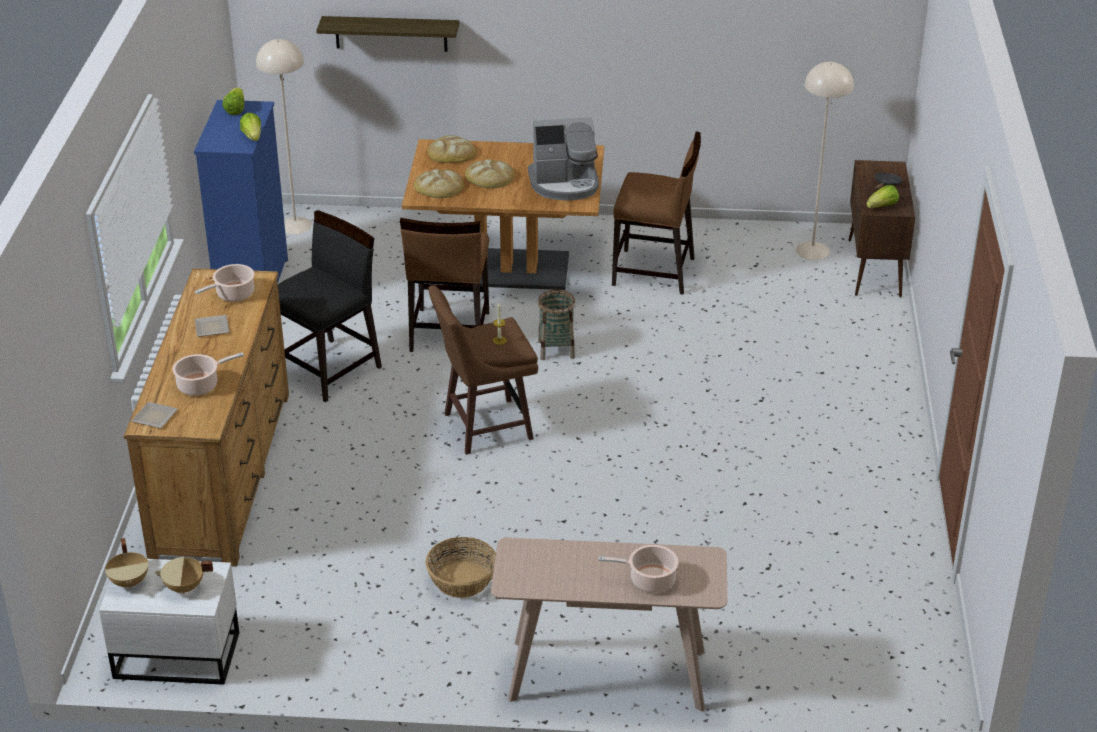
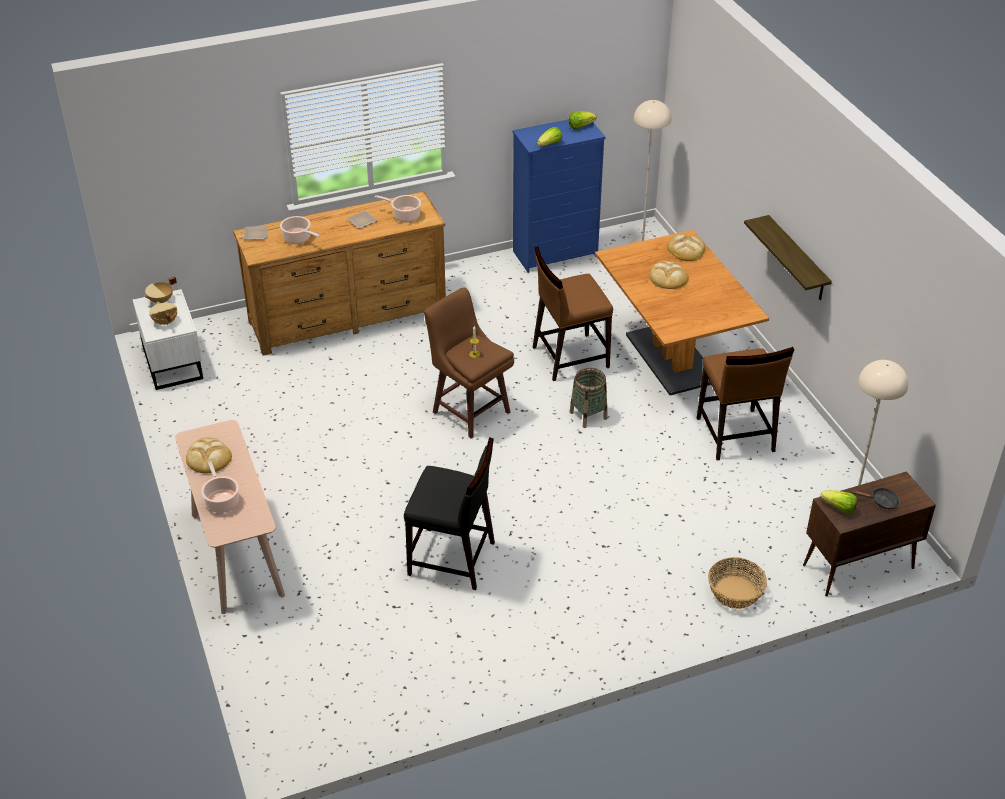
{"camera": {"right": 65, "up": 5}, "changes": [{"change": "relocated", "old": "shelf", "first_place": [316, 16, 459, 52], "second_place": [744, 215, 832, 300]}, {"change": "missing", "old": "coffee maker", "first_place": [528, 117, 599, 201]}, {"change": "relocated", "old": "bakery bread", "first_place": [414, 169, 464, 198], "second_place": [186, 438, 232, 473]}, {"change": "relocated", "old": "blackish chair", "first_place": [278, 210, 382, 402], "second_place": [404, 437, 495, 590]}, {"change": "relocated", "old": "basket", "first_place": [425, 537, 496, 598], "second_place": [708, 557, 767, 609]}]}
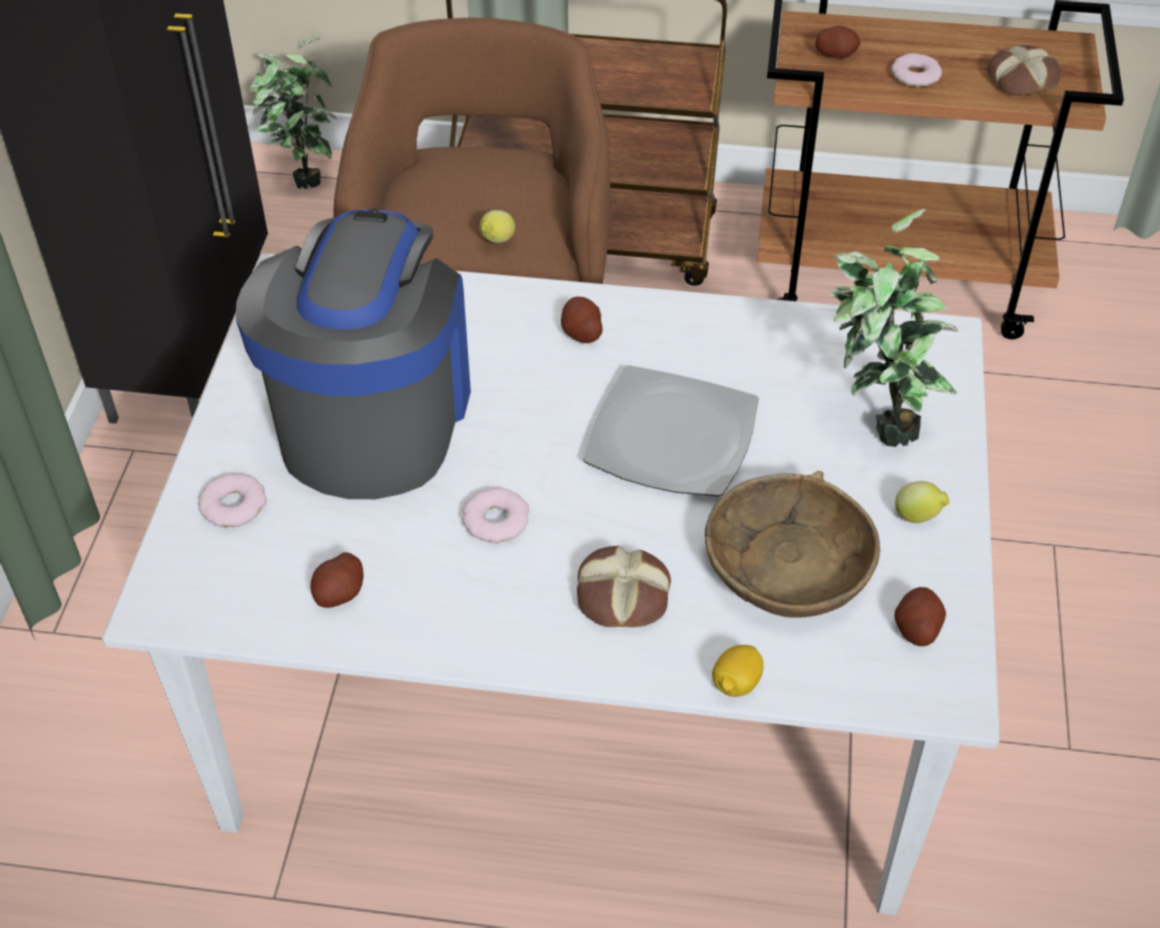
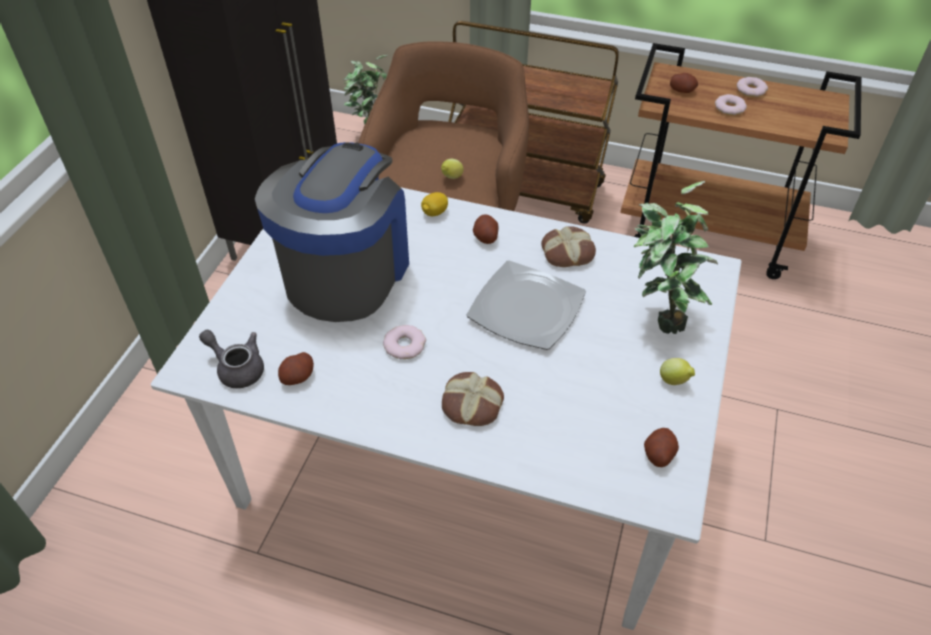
{"camera": {"right": 10, "up": 0}, "changes": [{"change": "relocated", "old": "bakery bread", "first_place": [987, 45, 1061, 95], "second_place": [541, 226, 596, 267]}, {"change": "missing", "old": "brown-coloured bowl", "first_place": [705, 471, 880, 617]}, {"change": "relocated", "old": "ring doughnut", "first_place": [198, 474, 267, 527], "second_place": [737, 77, 768, 97]}, {"change": "relocated", "old": "whole lemon", "first_place": [712, 645, 763, 697], "second_place": [421, 192, 448, 216]}, {"change": "appeared", "new": "greyish tea pot", "second_place": [199, 330, 264, 388]}]}
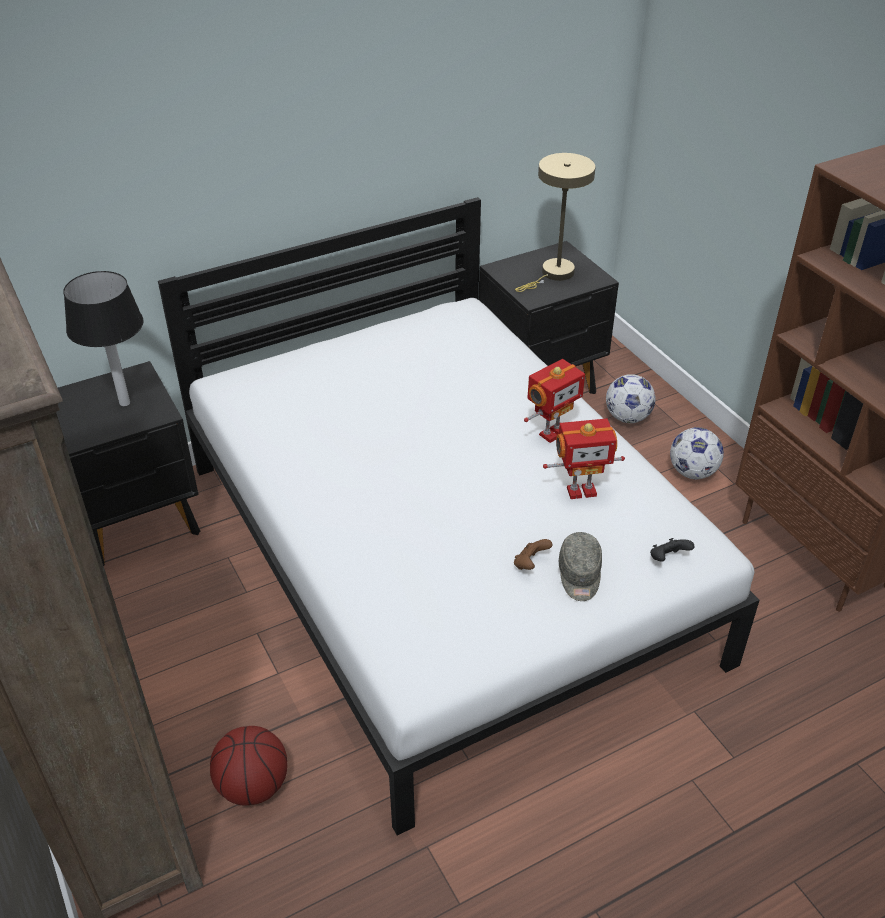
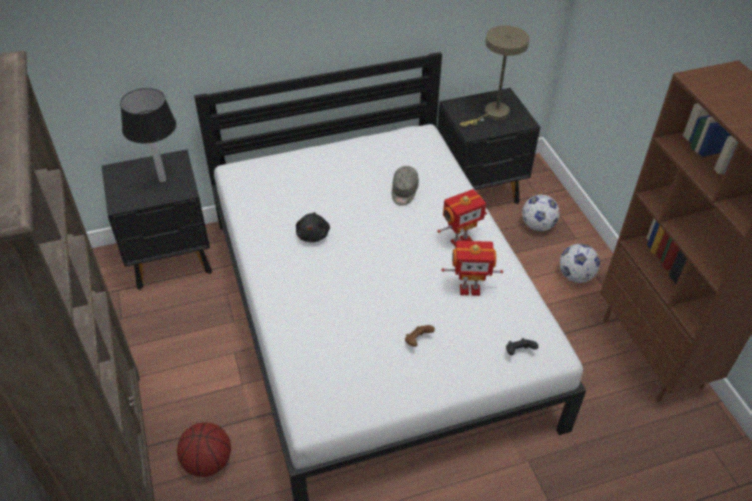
{"camera": {"right": 10, "up": 5}, "changes": [{"change": "relocated", "old": "greyish peaked cap", "first_place": [559, 532, 602, 601], "second_place": [392, 166, 419, 206]}, {"change": "appeared", "new": "blackish soft toy", "second_place": [296, 212, 330, 242]}]}
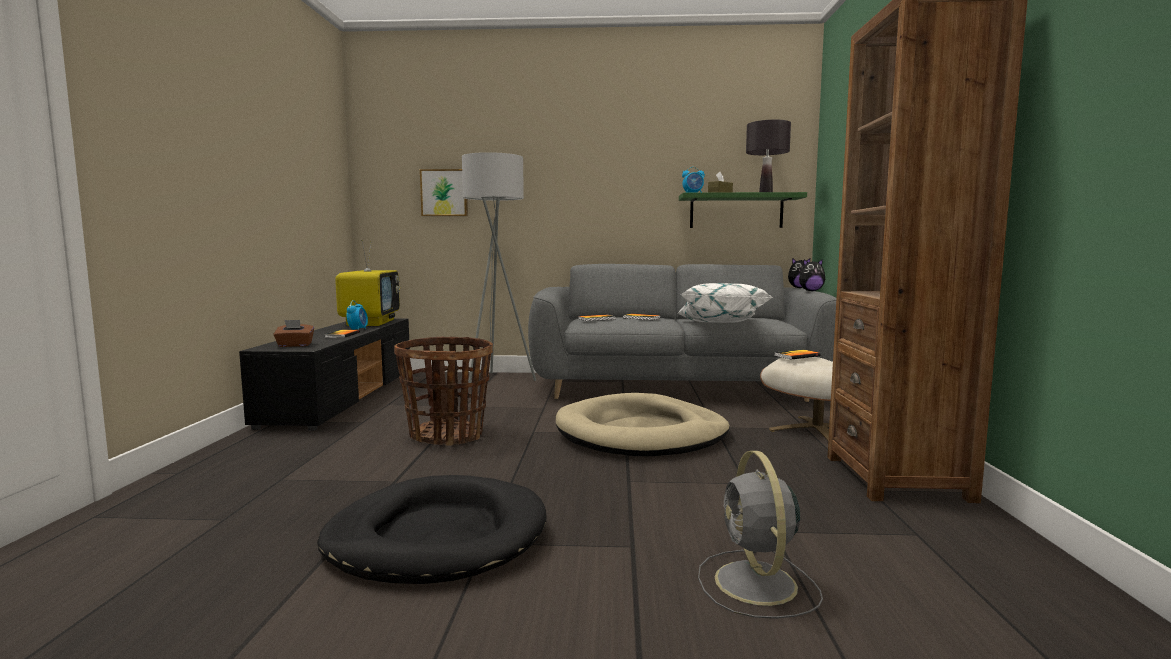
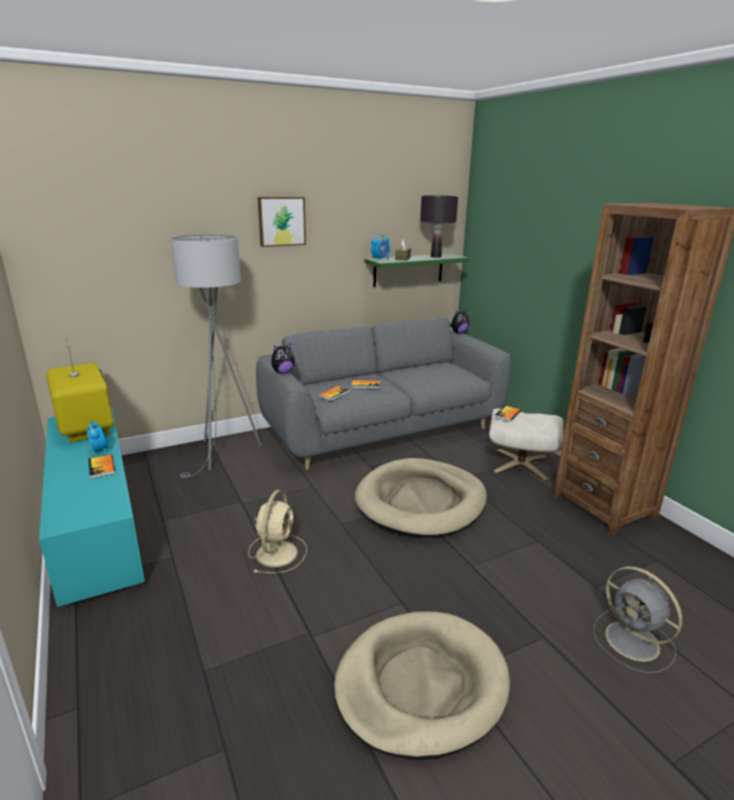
{"camera": {"right": -30, "up": 15}, "changes": [{"change": "relocated", "old": "wall art", "first_place": [420, 169, 468, 216], "second_place": [258, 197, 306, 247]}, {"change": "relocated", "old": "soft toy", "first_place": [799, 259, 825, 291], "second_place": [271, 343, 295, 374]}, {"change": "missing", "old": "whitish cushion", "first_place": [678, 283, 773, 323]}, {"change": "colour", "old": "blackish tv unit", "new": "blue-green tv unit", "first_place": [239, 319, 410, 431], "second_place": [39, 408, 145, 608]}, {"change": "missing", "old": "brown-coloured tissue box", "first_place": [273, 320, 314, 347]}, {"change": "exchanged", "old": "basket", "new": "sand-coloured fan", "first_place": [394, 337, 493, 446], "second_place": [248, 490, 307, 573]}, {"change": "colour", "old": "blackish pet bed", "new": "sand-coloured pet bed", "first_place": [317, 475, 546, 584], "second_place": [334, 611, 510, 760]}]}
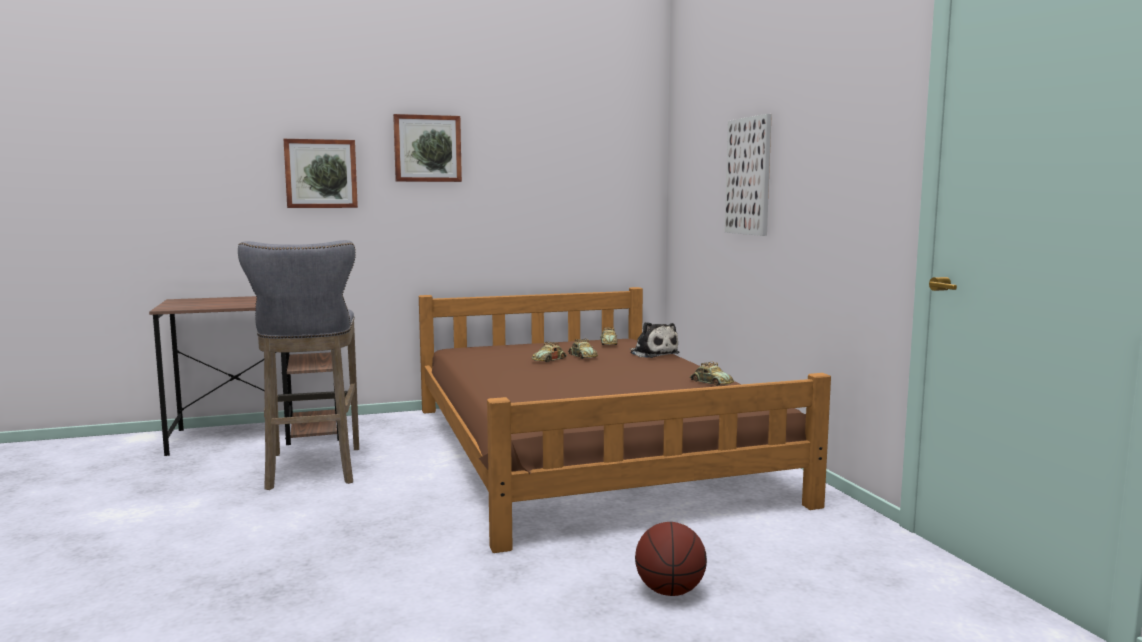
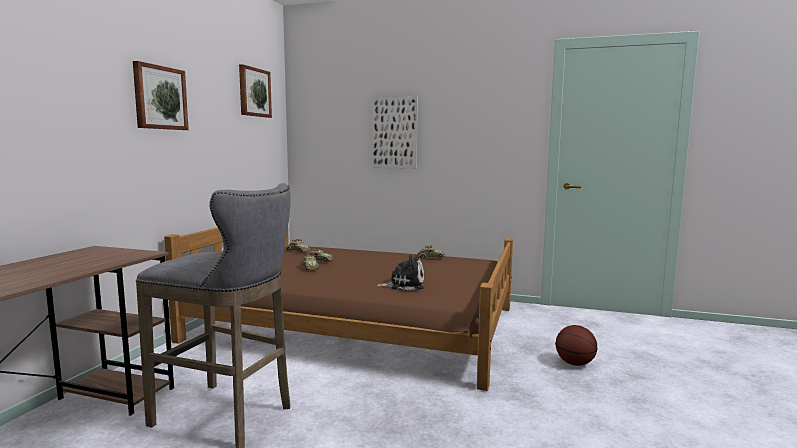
{"camera": {"right": -55, "up": 0}, "changes": [{"change": "relocated", "old": "wall art", "first_place": [283, 139, 358, 208], "second_place": [239, 64, 272, 118]}, {"change": "relocated", "old": "soft toy", "first_place": [630, 322, 679, 358], "second_place": [376, 255, 424, 291]}]}
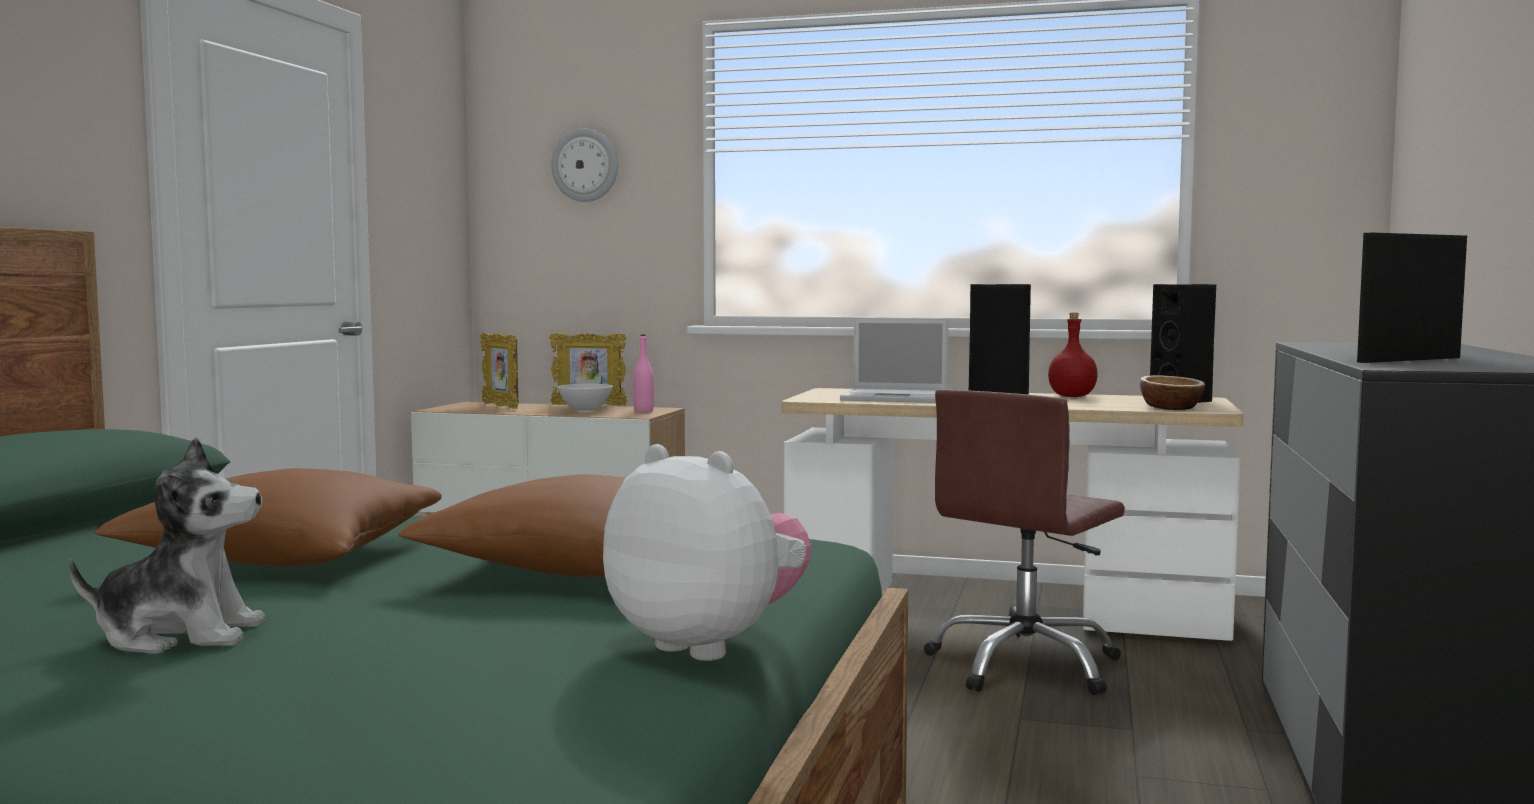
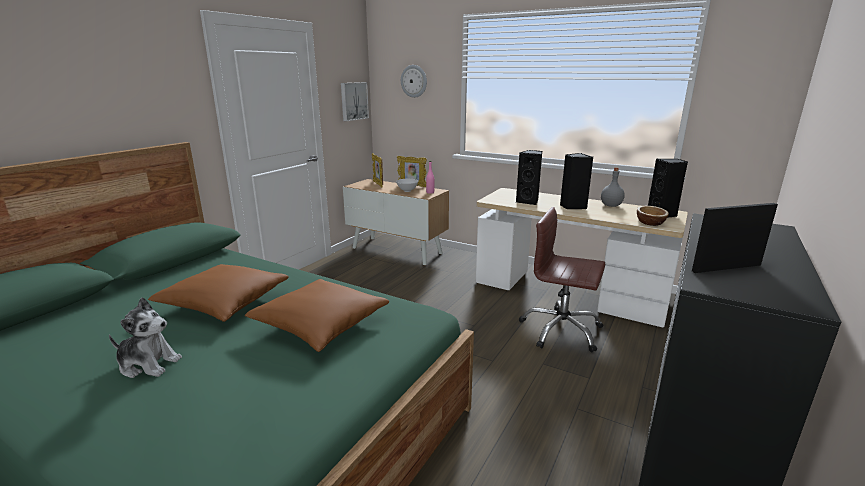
{"camera": {"right": 15, "up": 15}, "changes": [{"change": "colour", "old": "red drink bottle", "new": "greyish drink bottle", "first_place": [1048, 313, 1098, 397], "second_place": [601, 167, 625, 207]}, {"change": "exchanged", "old": "laptop", "new": "blackish audio speaker", "first_place": [840, 317, 949, 403], "second_place": [516, 150, 542, 205]}, {"change": "spun", "old": "brown-coloured computer chair", "first_place": [924, 390, 1125, 695], "second_place": [519, 207, 605, 352], "degrees": 60}, {"change": "missing", "old": "soft toy", "first_place": [603, 444, 812, 661]}, {"change": "appeared", "new": "wall art", "second_place": [341, 82, 369, 121]}]}
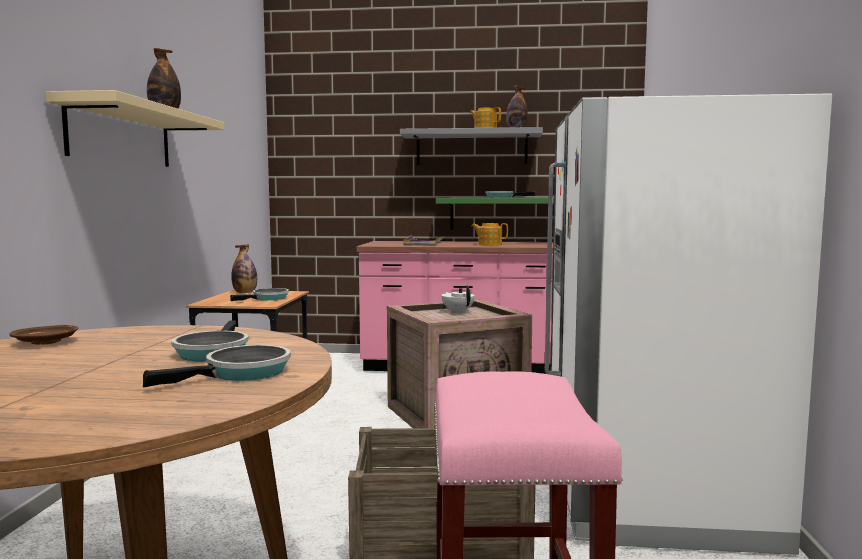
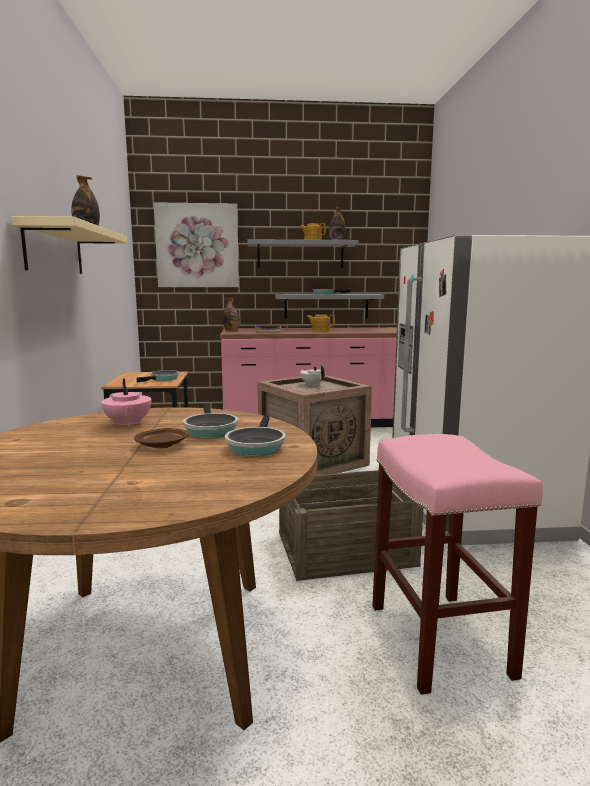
{"camera": {"right": -10, "up": 5}, "changes": [{"change": "colour", "old": "greenish shelf", "new": "greyish shelf", "first_place": [436, 198, 554, 230], "second_place": [275, 294, 384, 319]}, {"change": "relocated", "old": "drink bottle", "first_place": [231, 244, 257, 293], "second_place": [223, 298, 240, 331]}, {"change": "relocated", "old": "brown-coloured dinner plate", "first_place": [10, 325, 78, 345], "second_place": [134, 428, 188, 448]}, {"change": "spun", "old": "pan", "first_place": [143, 345, 291, 387], "second_place": [225, 416, 286, 456], "degrees": 150}, {"change": "appeared", "new": "wall art", "second_place": [154, 202, 239, 287]}, {"change": "appeared", "new": "pinkish tea pot", "second_place": [101, 379, 152, 428]}]}
